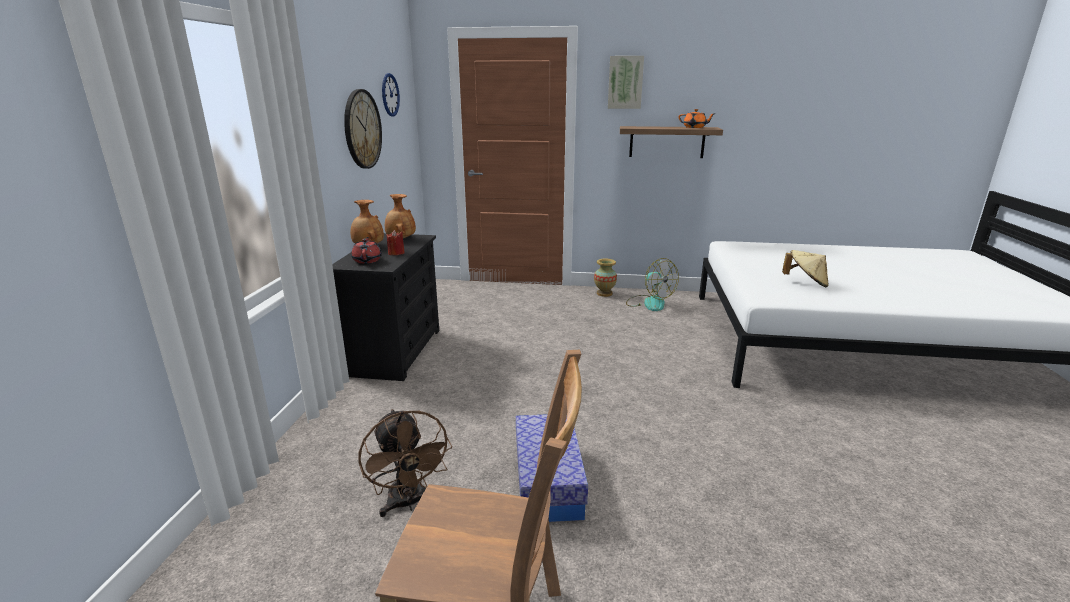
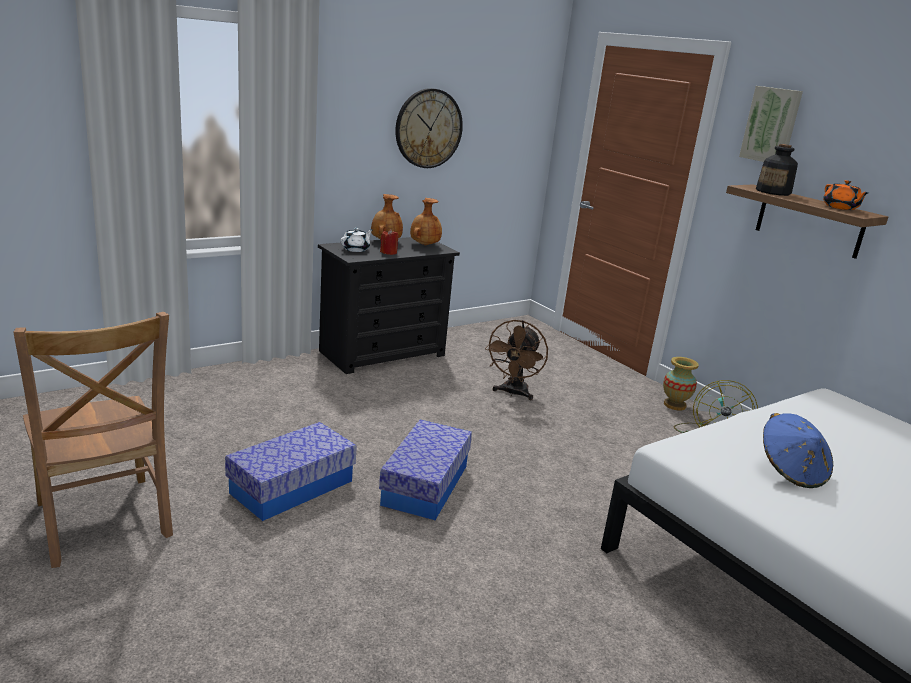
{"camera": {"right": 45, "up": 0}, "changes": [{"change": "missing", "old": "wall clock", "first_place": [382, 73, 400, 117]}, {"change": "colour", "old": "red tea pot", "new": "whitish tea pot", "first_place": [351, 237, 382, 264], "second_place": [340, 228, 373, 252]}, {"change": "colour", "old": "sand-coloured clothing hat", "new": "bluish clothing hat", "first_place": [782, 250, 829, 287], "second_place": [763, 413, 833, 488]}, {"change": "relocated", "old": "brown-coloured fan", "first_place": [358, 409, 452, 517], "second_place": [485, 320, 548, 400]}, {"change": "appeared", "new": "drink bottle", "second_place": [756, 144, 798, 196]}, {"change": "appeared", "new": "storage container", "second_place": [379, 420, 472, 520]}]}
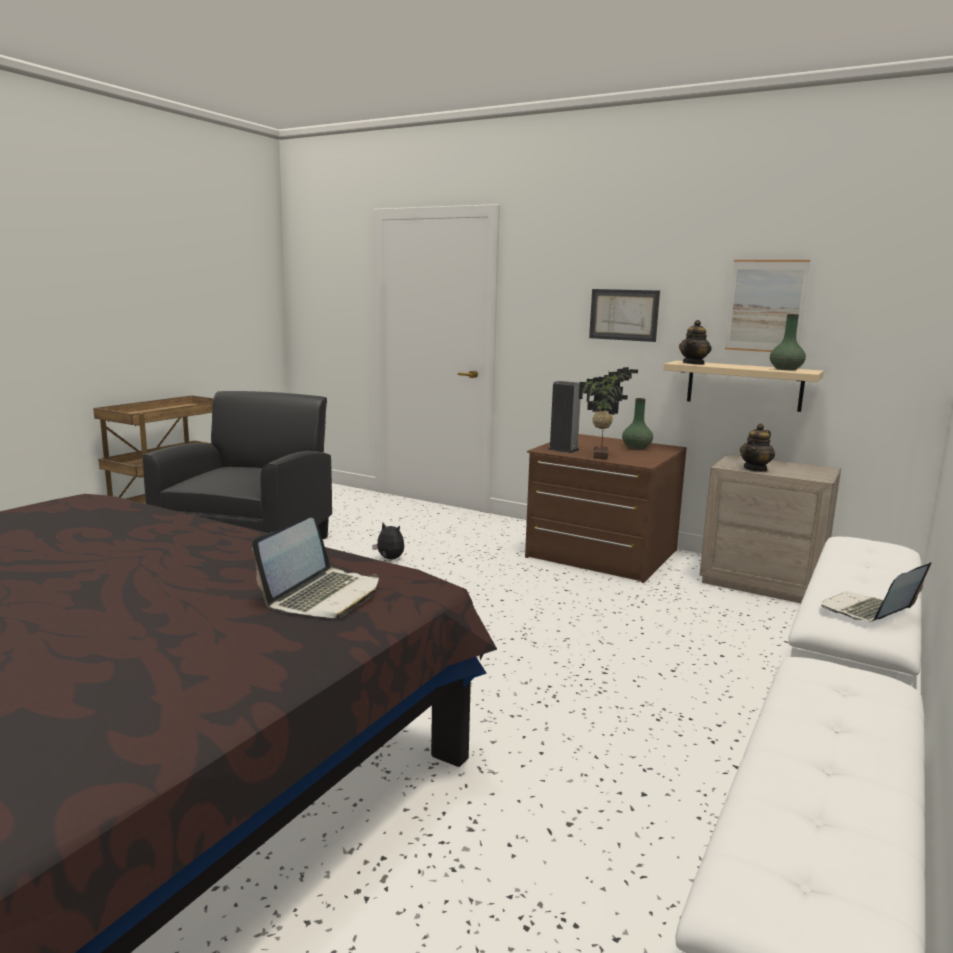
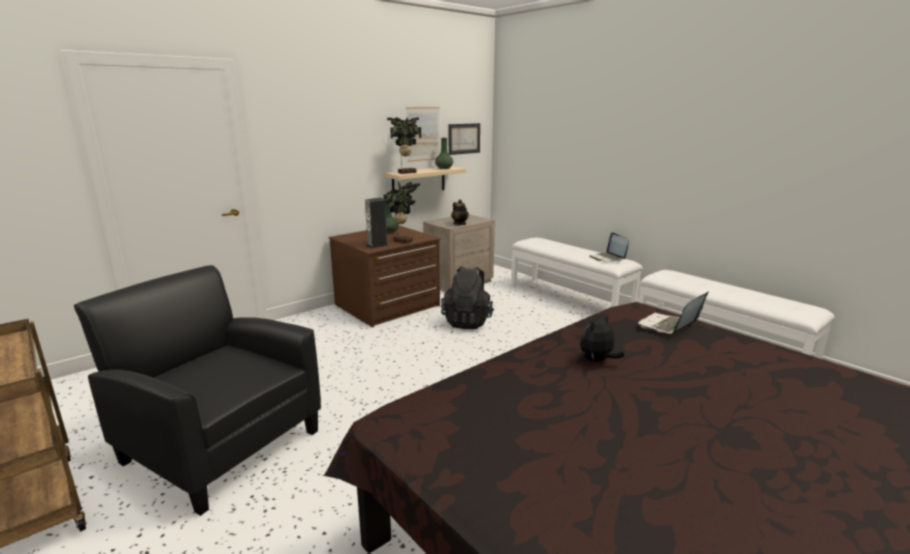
{"camera": {"right": -70, "up": 5}, "changes": [{"change": "relocated", "old": "wall art", "first_place": [589, 289, 660, 342], "second_place": [449, 123, 480, 155]}, {"change": "exchanged", "old": "tea pot", "new": "plant in a pot", "first_place": [679, 320, 712, 365], "second_place": [387, 117, 421, 174]}, {"change": "spun", "old": "laptop", "first_place": [252, 518, 379, 618], "second_place": [639, 292, 708, 334], "degrees": -90}, {"change": "relocated", "old": "soft toy", "first_place": [372, 523, 404, 559], "second_place": [580, 314, 624, 362]}, {"change": "appeared", "new": "blackish backpack", "second_place": [441, 266, 494, 329]}]}
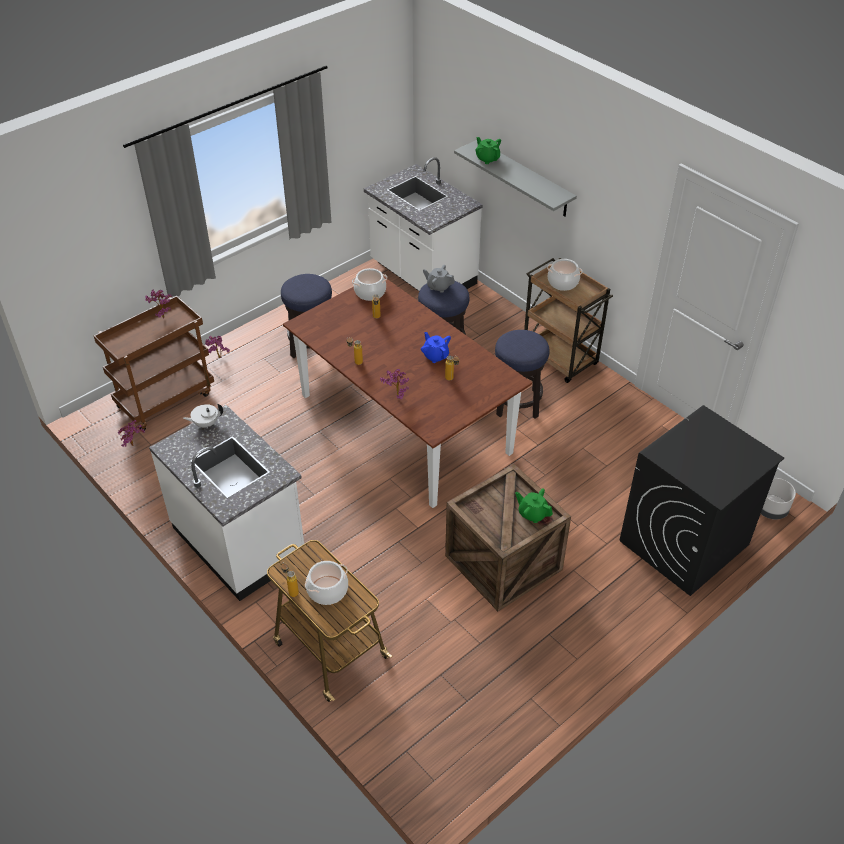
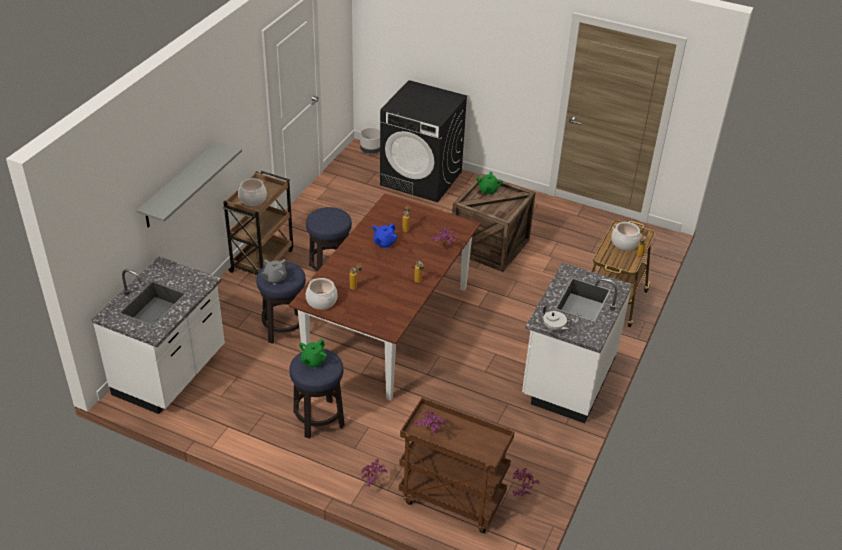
{"camera": {"right": -115, "up": -5}, "changes": [{"change": "relocated", "old": "greenish tea pot", "first_place": [475, 137, 501, 164], "second_place": [299, 339, 327, 368]}, {"change": "spun", "old": "greyish tea pot", "first_place": [423, 265, 455, 293], "second_place": [261, 259, 288, 285], "degrees": 45}]}
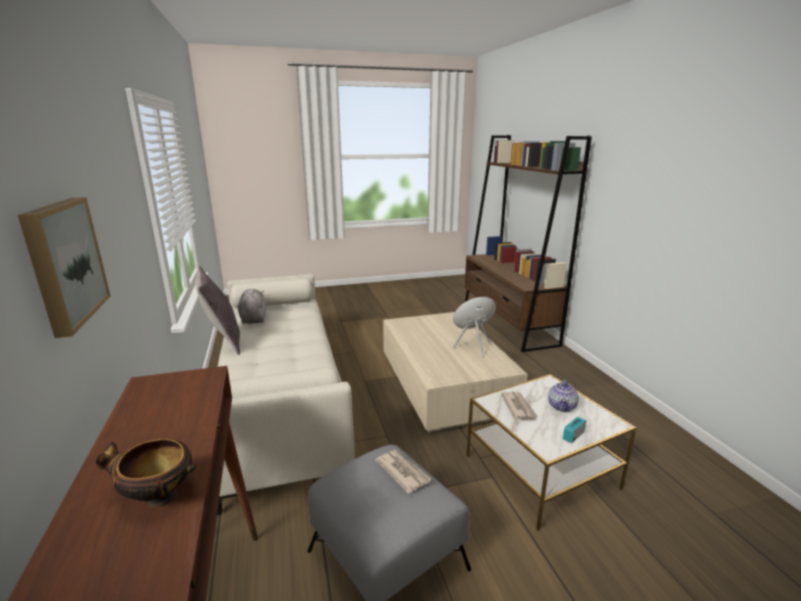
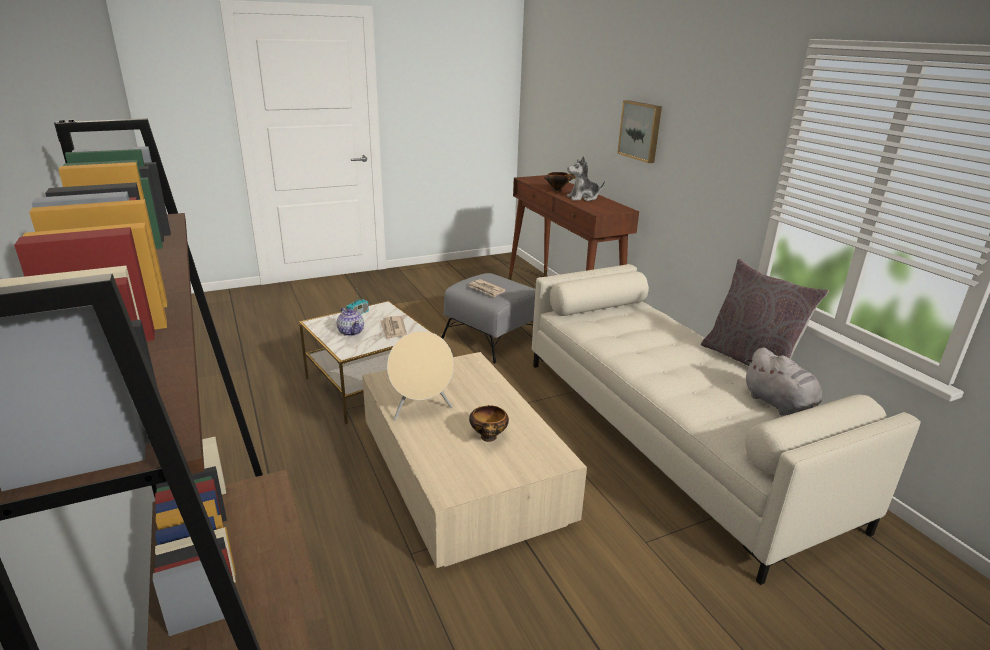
{"camera": {"right": 170, "up": 5}, "changes": [{"change": "spun", "old": "tea pot", "first_place": [548, 379, 579, 412], "second_place": [337, 307, 364, 336], "degrees": 135}, {"change": "appeared", "new": "soft toy", "second_place": [567, 156, 605, 201]}, {"change": "appeared", "new": "bowl", "second_place": [469, 405, 509, 442]}]}
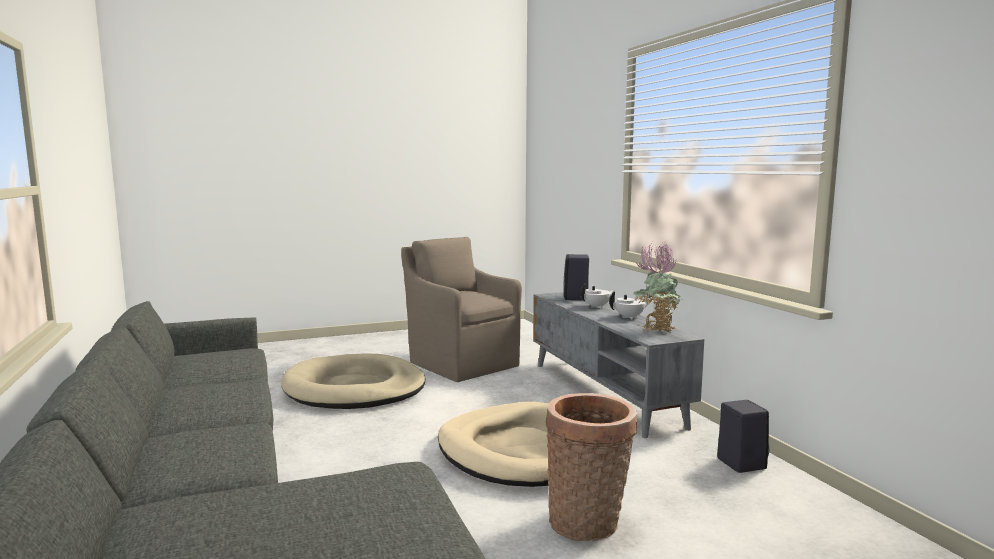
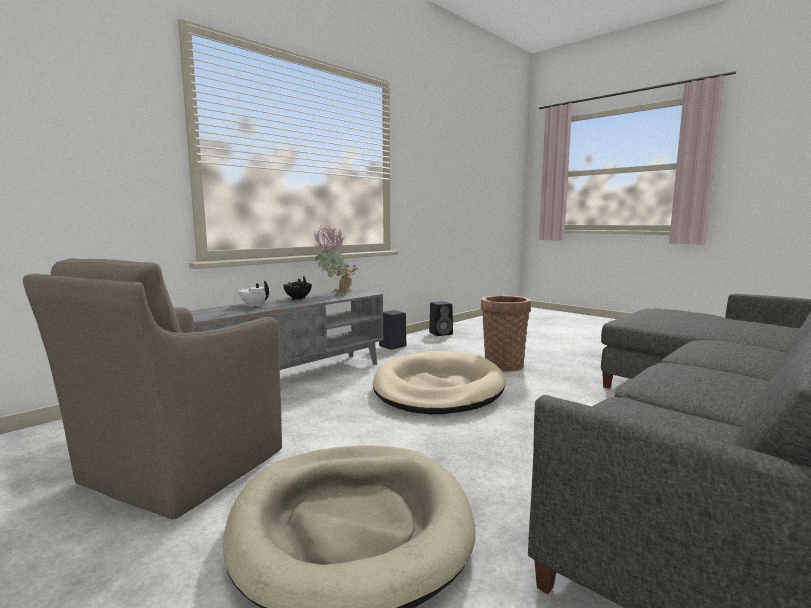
{"camera": {"right": -115, "up": 0}, "changes": [{"change": "relocated", "old": "blackish audio speaker", "first_place": [563, 254, 589, 300], "second_place": [429, 301, 453, 336]}, {"change": "colour", "old": "whitish tea pot", "new": "blackish tea pot", "first_place": [609, 291, 652, 320], "second_place": [283, 276, 312, 300]}]}
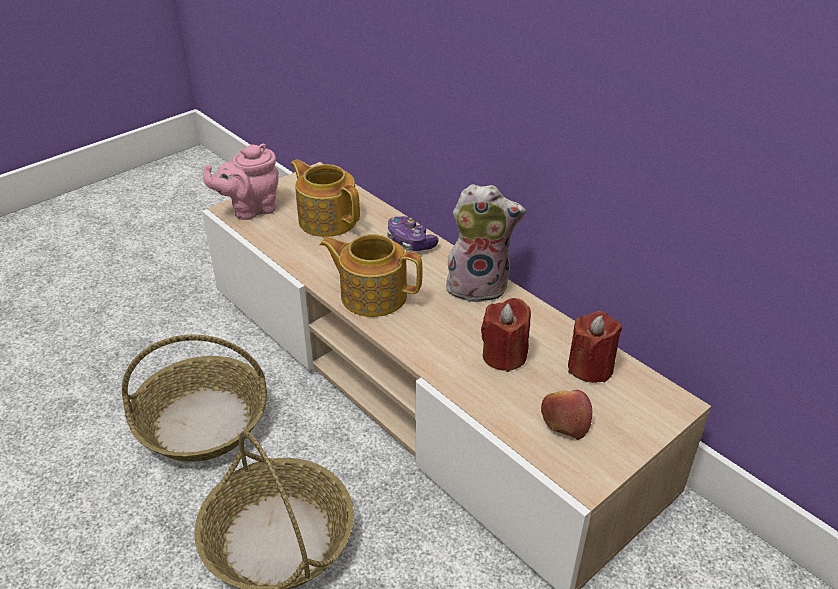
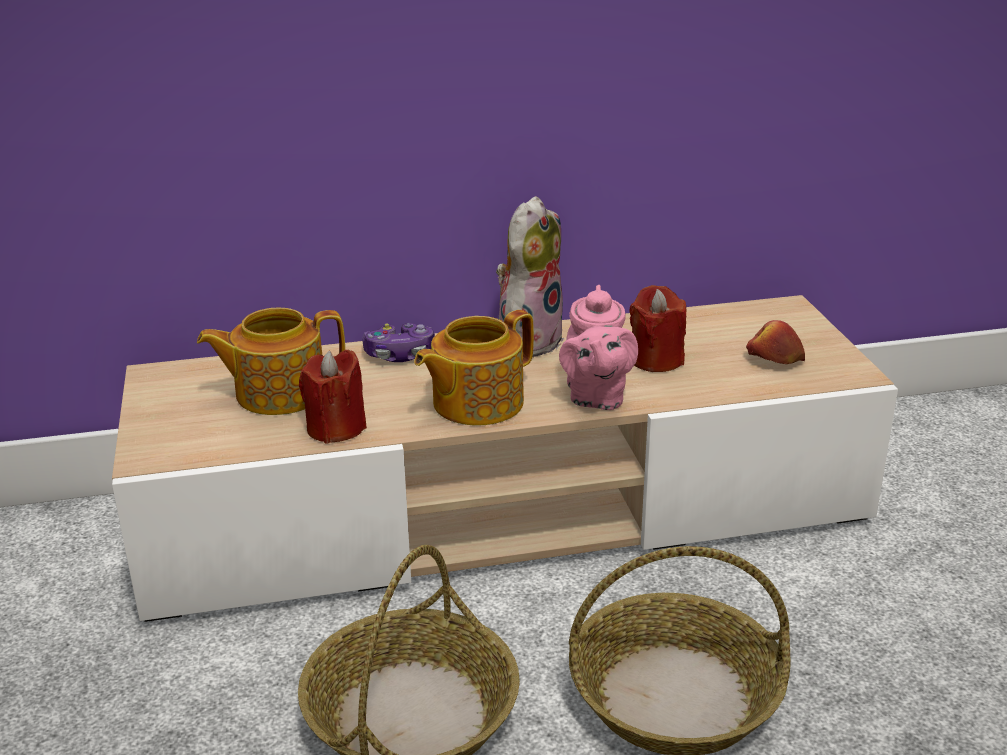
{"camera": {"right": -60, "up": -10}, "changes": [{"change": "relocated", "old": "pinkish tea pot", "first_place": [203, 144, 279, 220], "second_place": [559, 285, 638, 410]}, {"change": "relocated", "old": "red wax candle", "first_place": [568, 311, 622, 383], "second_place": [299, 350, 367, 444]}]}
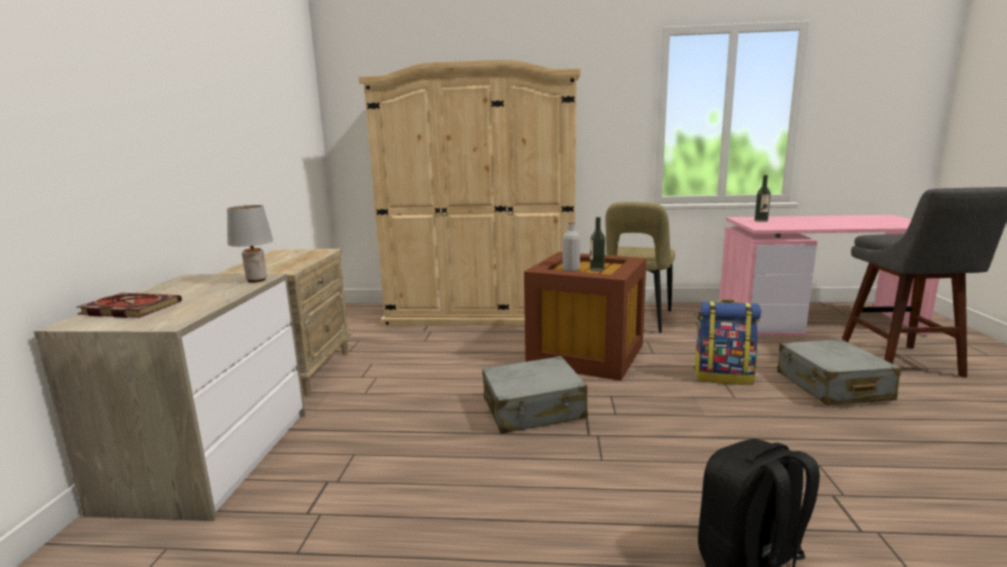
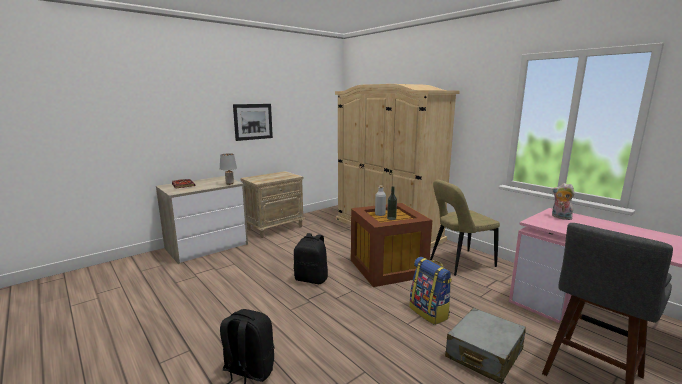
{"camera": {"right": 45, "up": 0}, "changes": [{"change": "exchanged", "old": "drink bottle", "new": "soft toy", "first_place": [754, 175, 771, 222], "second_place": [552, 183, 575, 220]}, {"change": "exchanged", "old": "greyish travel case", "new": "blackish backpack", "first_place": [482, 356, 588, 434], "second_place": [294, 233, 328, 284]}, {"change": "appeared", "new": "wall art", "second_place": [233, 104, 273, 141]}]}
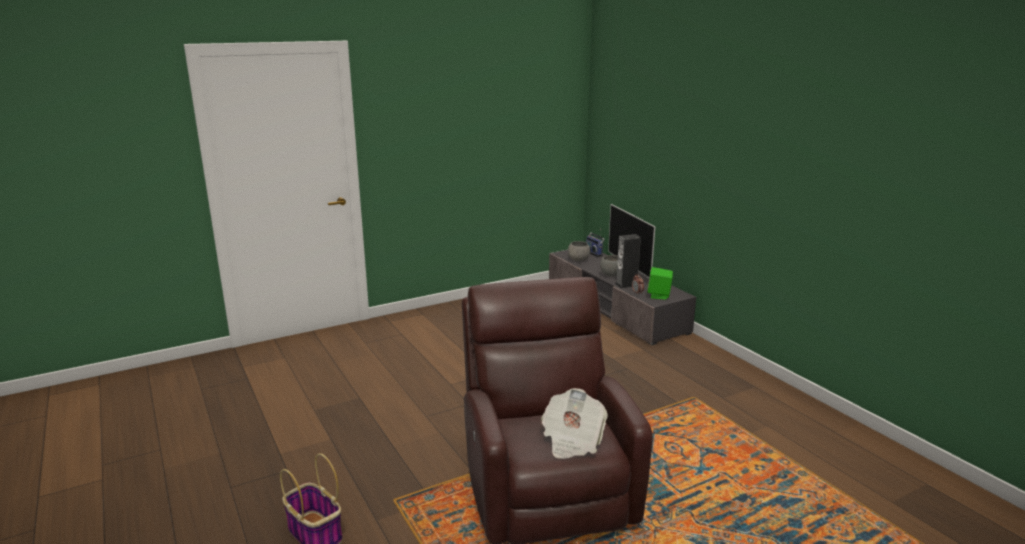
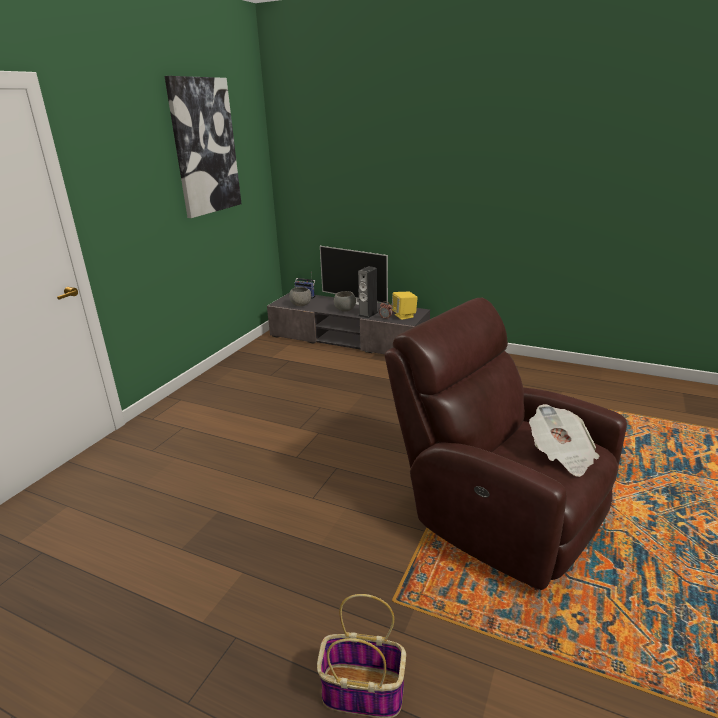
{"camera": {"right": -35, "up": 5}, "changes": [{"change": "colour", "old": "greenish audio speaker", "new": "yellowish audio speaker", "first_place": [647, 267, 673, 300], "second_place": [392, 292, 418, 320]}, {"change": "appeared", "new": "wall art", "second_place": [164, 76, 241, 218]}]}
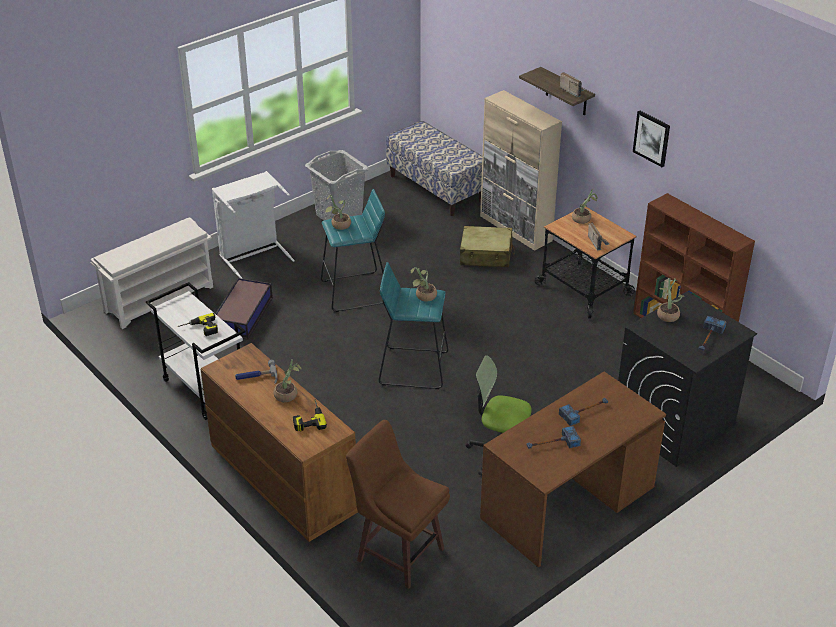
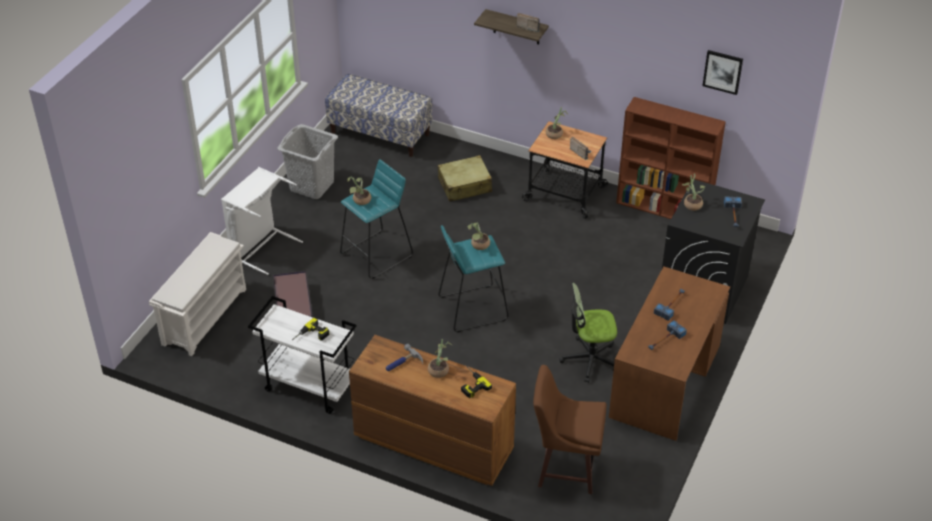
{"camera": {"right": -25, "up": 5}, "changes": [{"change": "missing", "old": "sand-coloured cabinet", "first_place": [480, 90, 562, 251]}, {"change": "relocated", "old": "wall art", "first_place": [633, 110, 670, 167], "second_place": [703, 50, 743, 95]}]}
